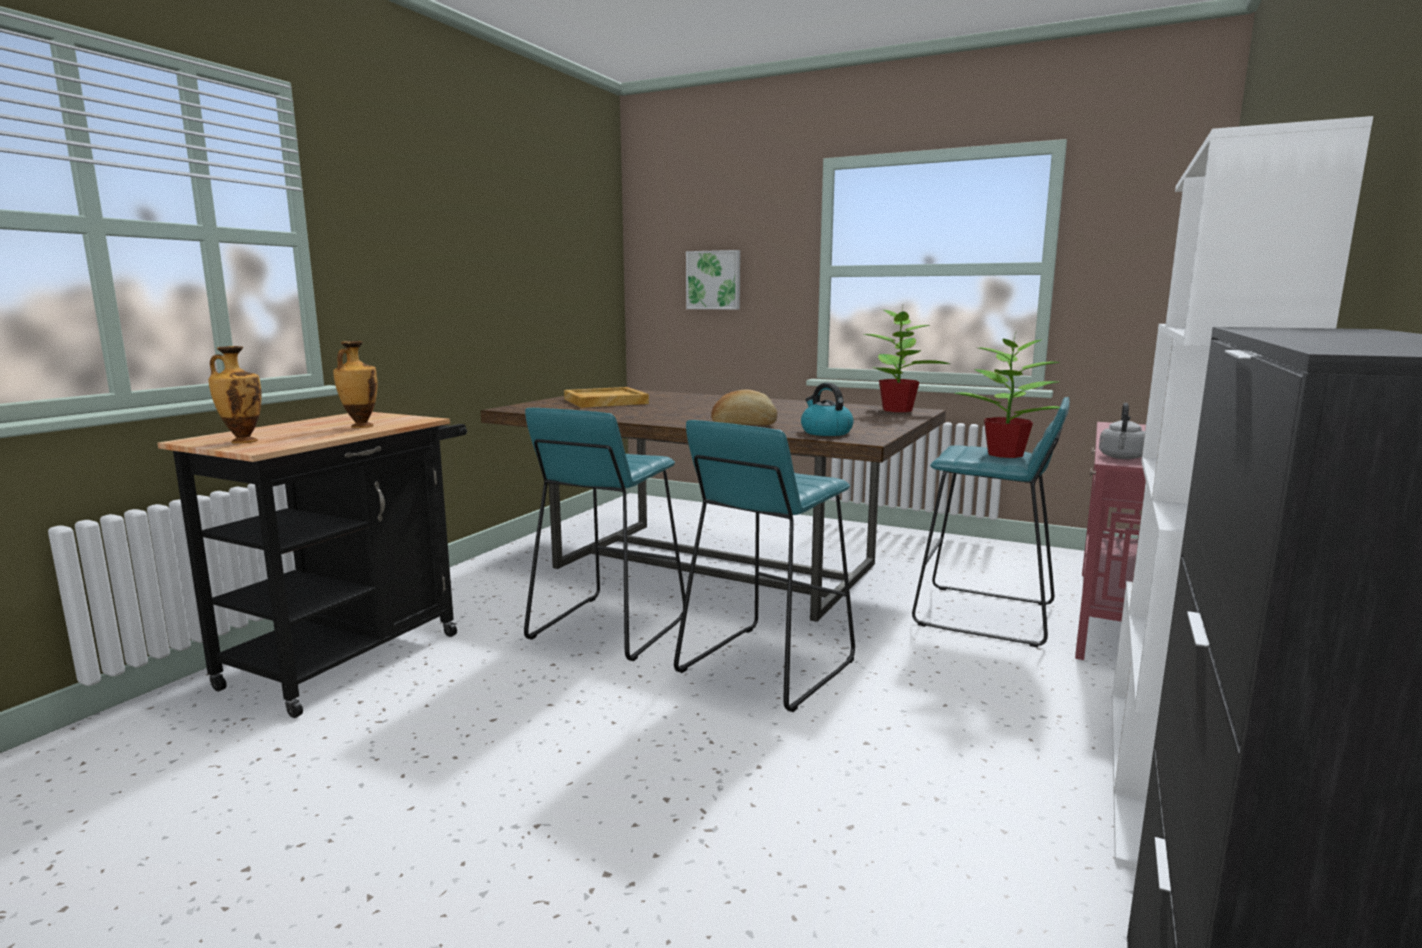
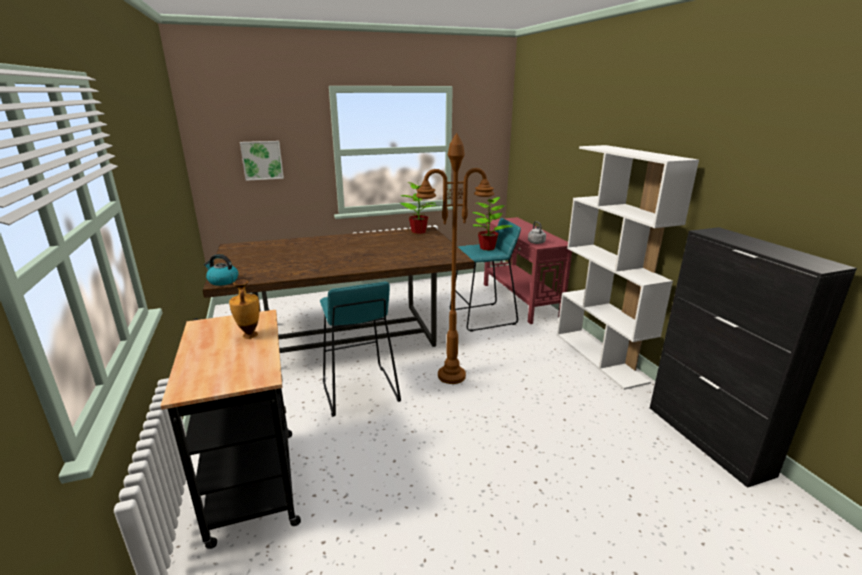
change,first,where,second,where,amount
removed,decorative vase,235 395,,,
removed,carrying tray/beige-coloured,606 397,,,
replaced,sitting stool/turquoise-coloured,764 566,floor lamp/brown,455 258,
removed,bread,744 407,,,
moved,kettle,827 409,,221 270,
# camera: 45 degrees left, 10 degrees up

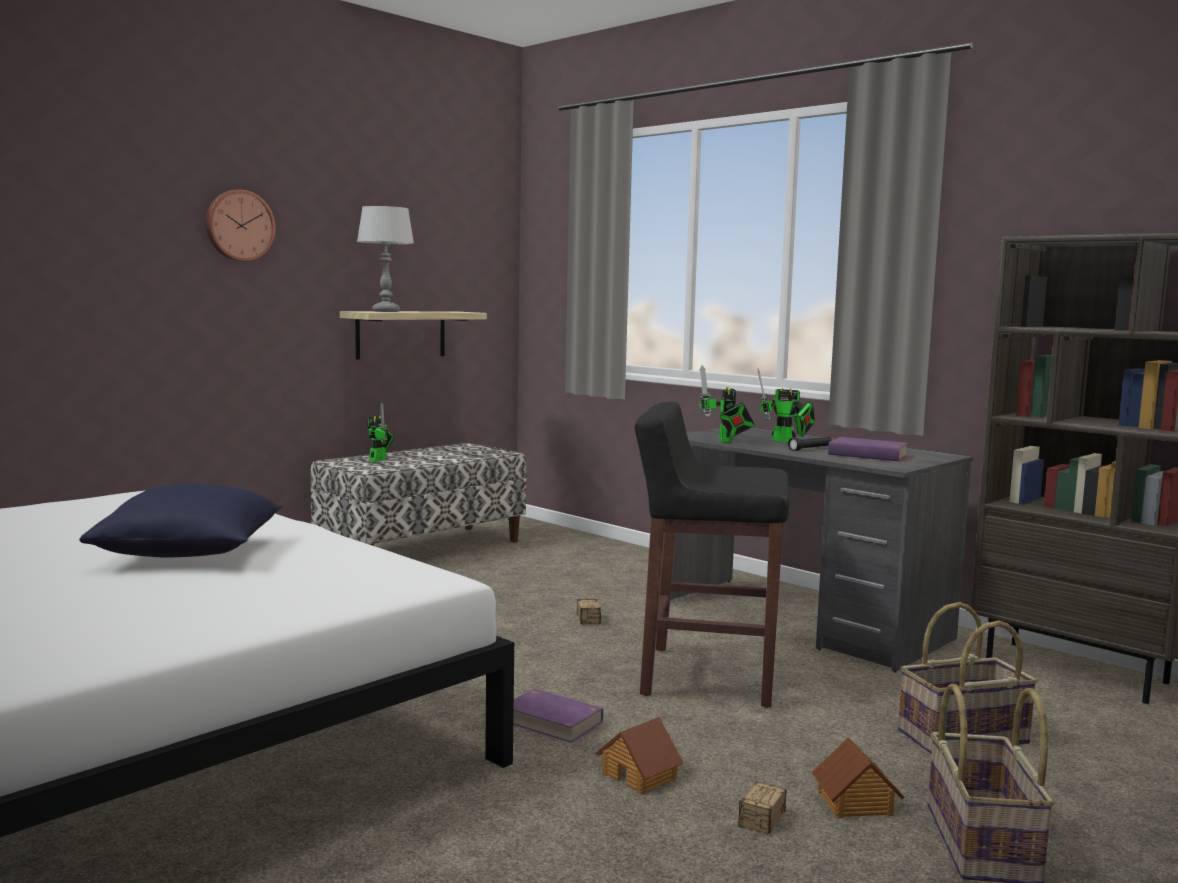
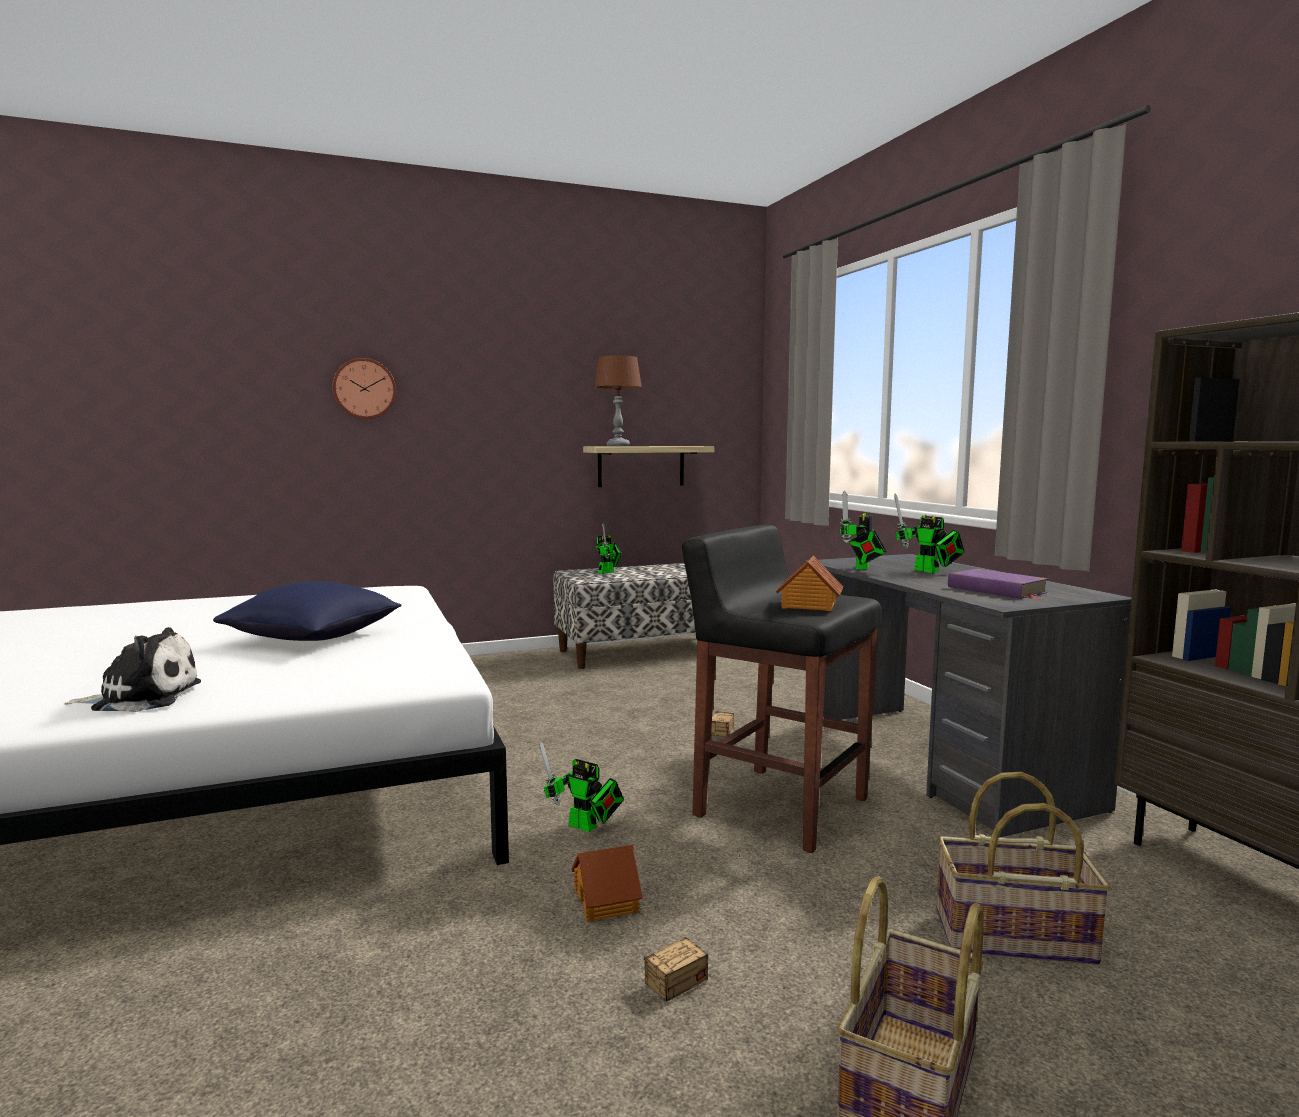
change,first,where,second,where,amount
moved,clock on the wall,241 225,,364 388,
recoloured,tabletop lamp/gray,385 259,tabletop lamp/brown,618 400,
replaced,volume/purplish,558 716,toy robot,582 787,
removed,torch/black,810 444,,,
moved,miniature house,858 777,,809 583,
added,,,plush toy,132 669,
# camera: 25 degrees right, 0 degrees up

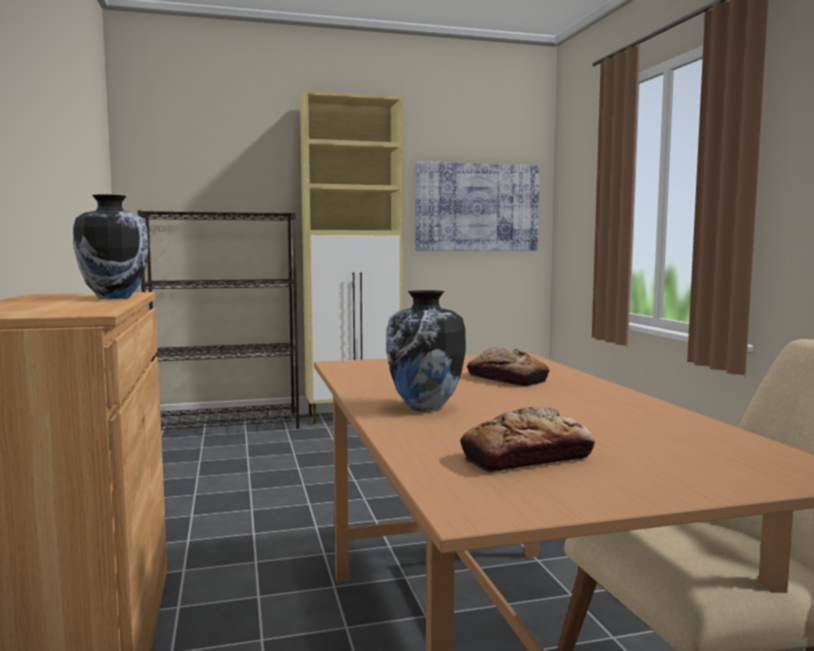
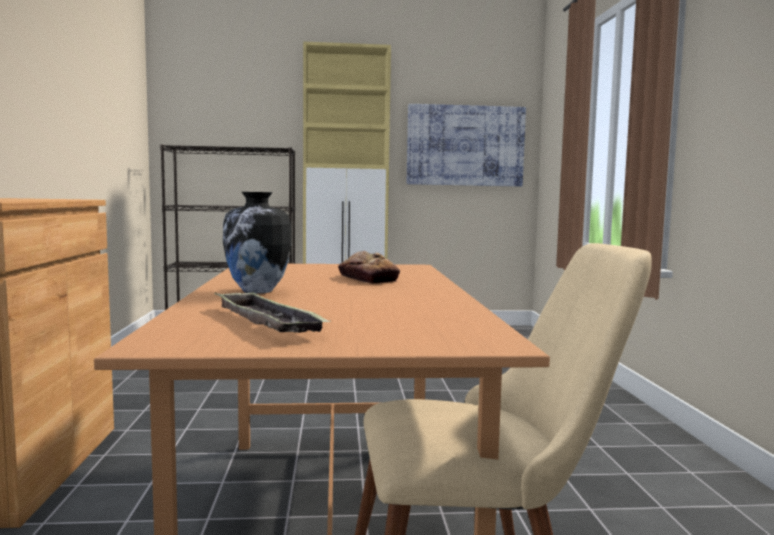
change,first,where,second,where,amount
removed,decorative vase,111 247,,,
replaced,bread,527 439,carrying tray,273 312,
# camera: 10 degrees right, 0 degrees up

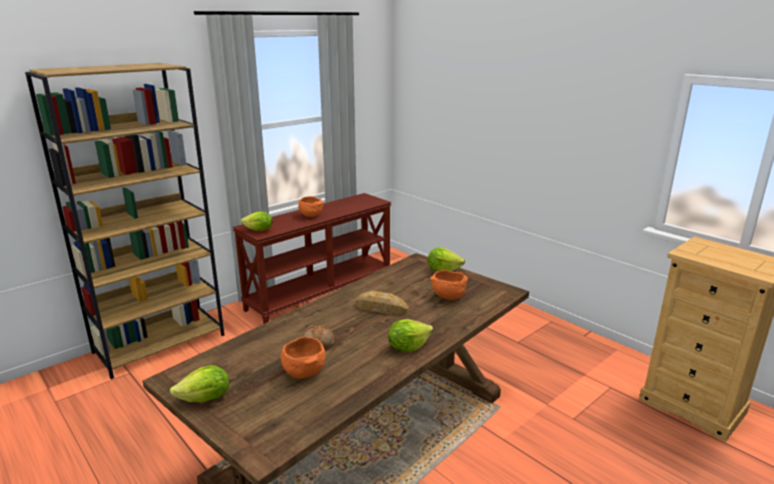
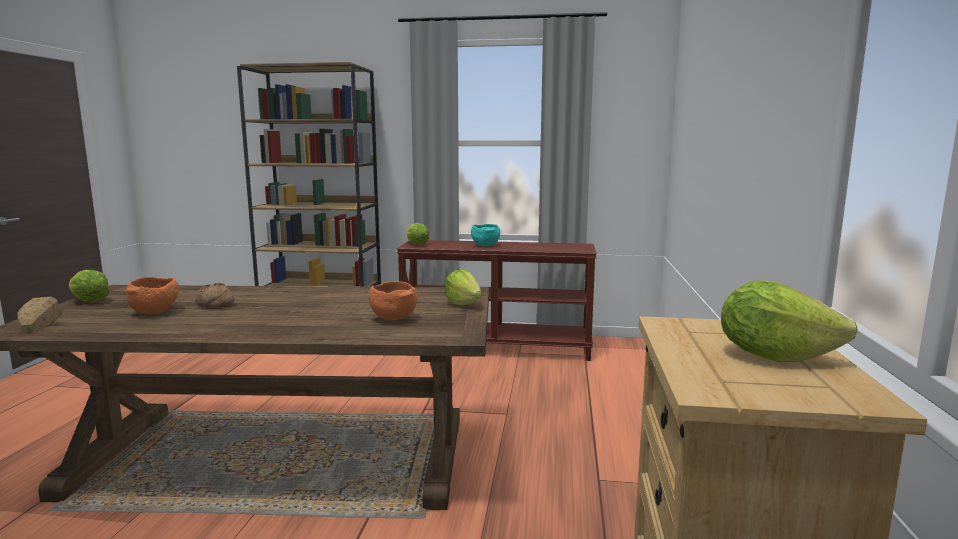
change,first,where,second,where,amount
recoloured,deep dish/orange,310 206,deep dish/turquoise-coloured,485 235,
moved,bread,382 303,,39 315,
moved,lettuce head,410 335,,789 321,
# camera: 50 degrees right, 10 degrees down

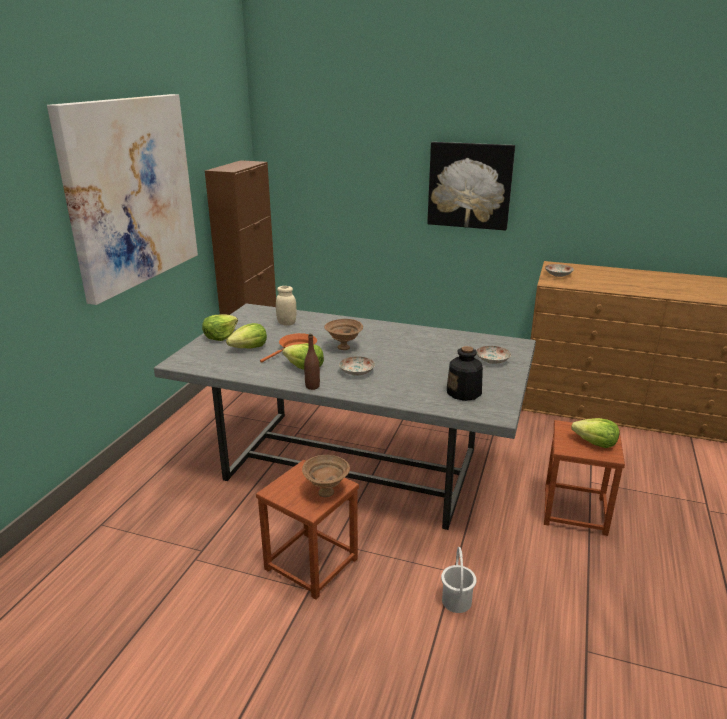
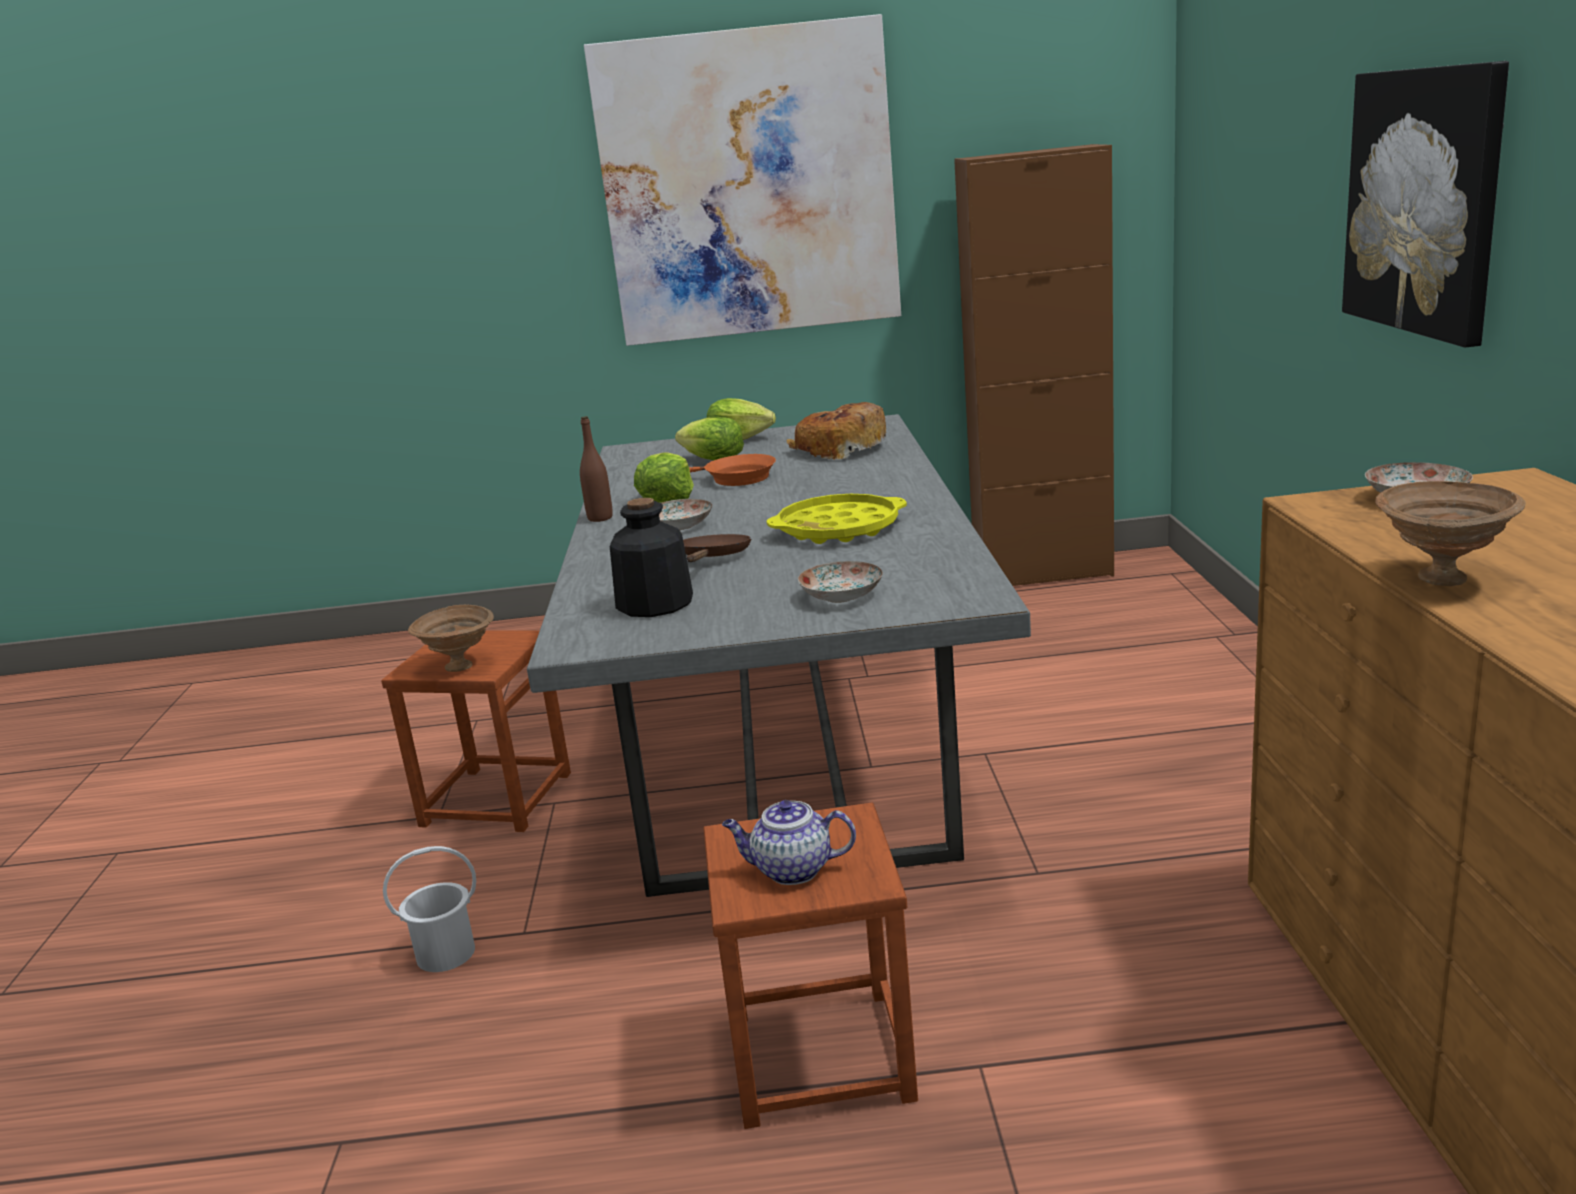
change,first,where,second,where,amount
replaced,storage jar/beige-coloured,286 306,bread,836 431,
moved,deep dish/brown,343 334,,1450 533,
replaced,lettuce head,595 433,tea pot,789 842,
added,,,pan/brown,717 548,
added,,,carrying tray/yellowish,836 519,
# camera: 70 degrees right, 5 degrees down

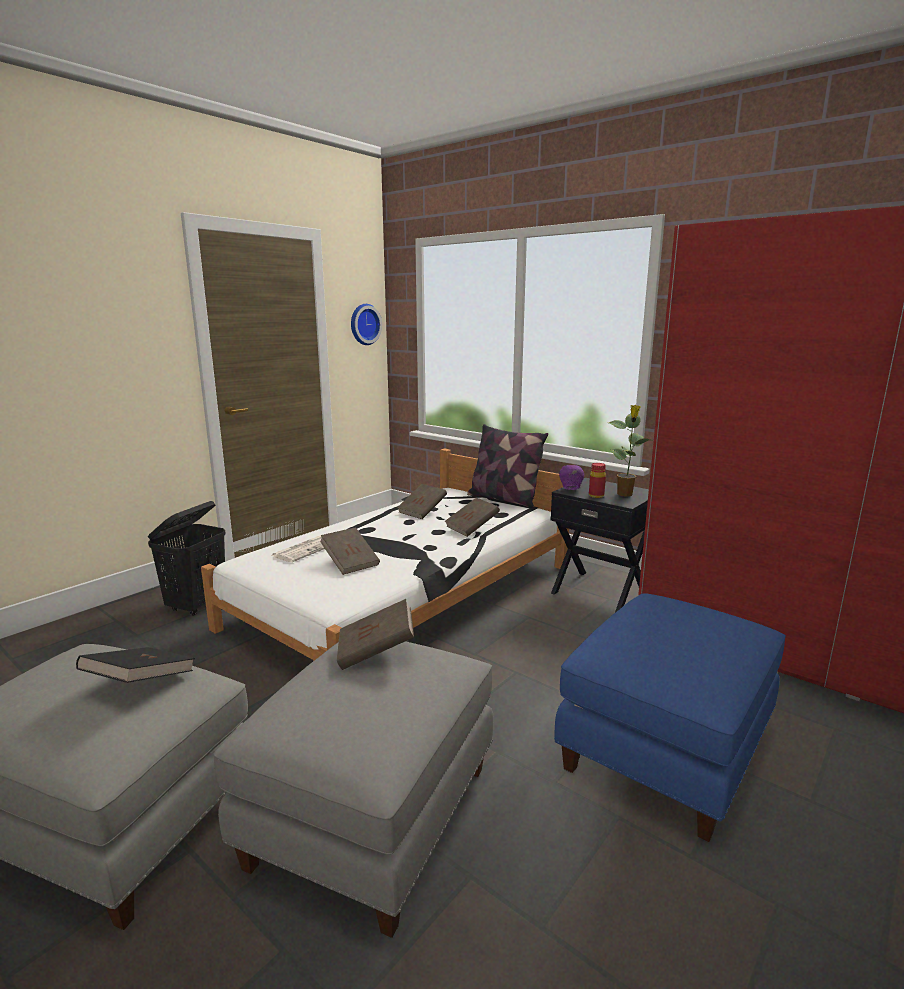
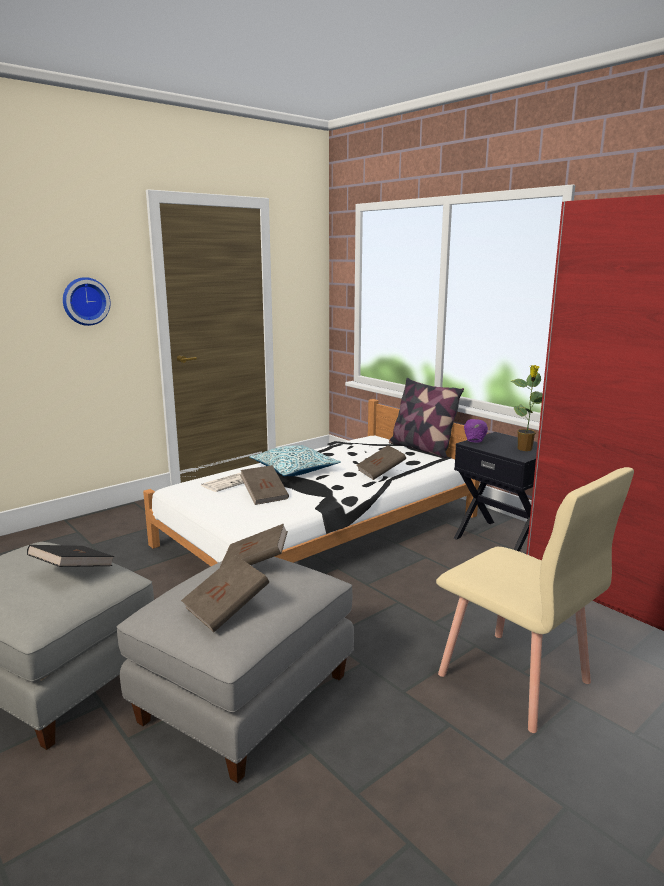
change,first,where,second,where,amount
removed,hamper/black,187 558,,,
moved,clock on the wall,366 324,,87 301,
moved,volume/brown,422 501,,225 593,
replaced,footrest/bluish,670 717,chair/beige-coloured,535 600,
removed,drink bottle/red,597 480,,,
added,,,cushion,295 460,
# camera: 10 degrees right, 0 degrees up

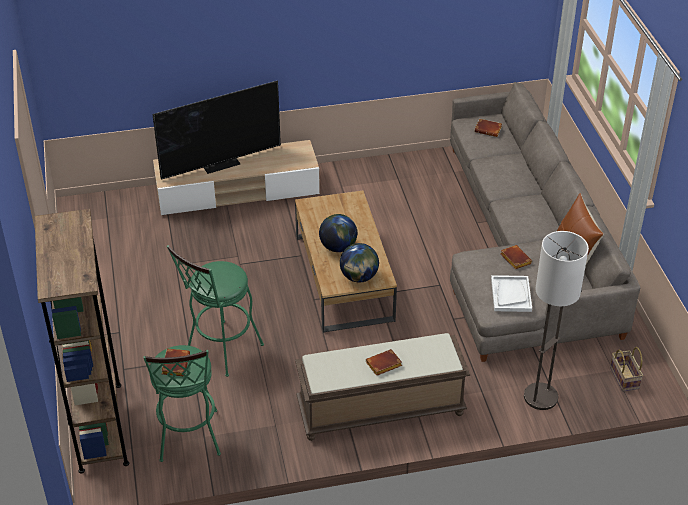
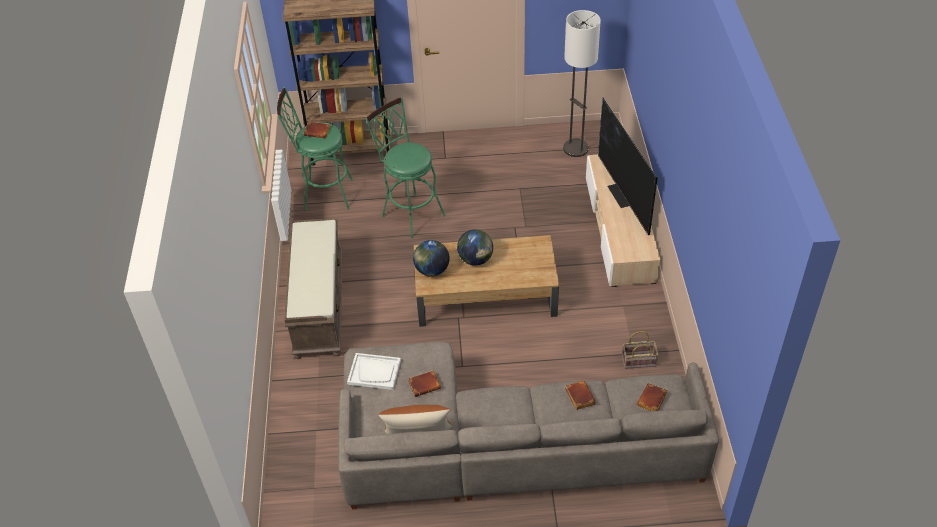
change,first,where,second,where,amount
moved,volume/brown,384 362,,580 395,
moved,floor lamp,556 320,,582 83,
moved,household basket,626 369,,640 350,
# camera: 100 degrees right, 5 degrees up

